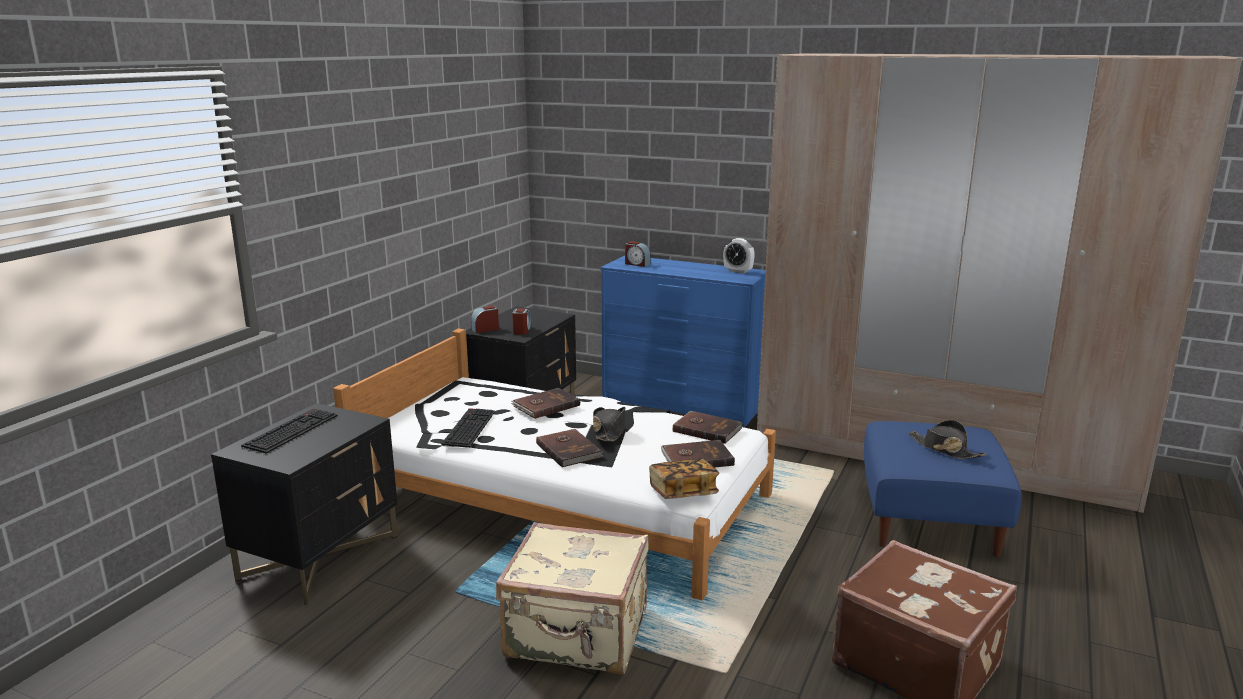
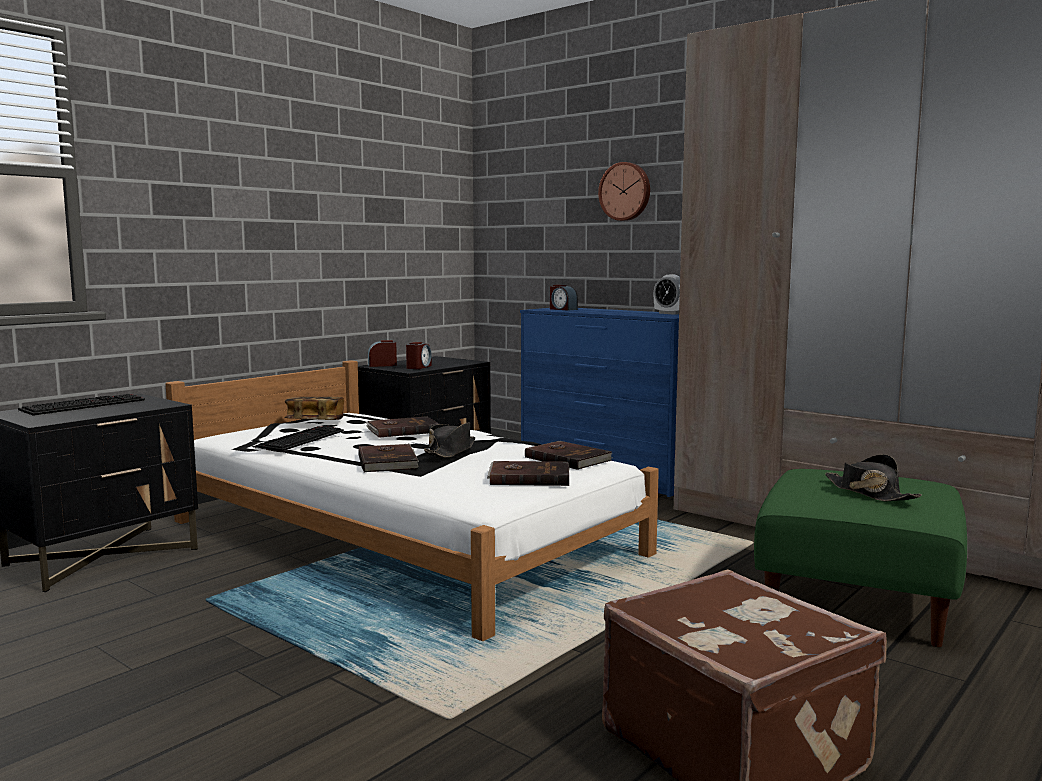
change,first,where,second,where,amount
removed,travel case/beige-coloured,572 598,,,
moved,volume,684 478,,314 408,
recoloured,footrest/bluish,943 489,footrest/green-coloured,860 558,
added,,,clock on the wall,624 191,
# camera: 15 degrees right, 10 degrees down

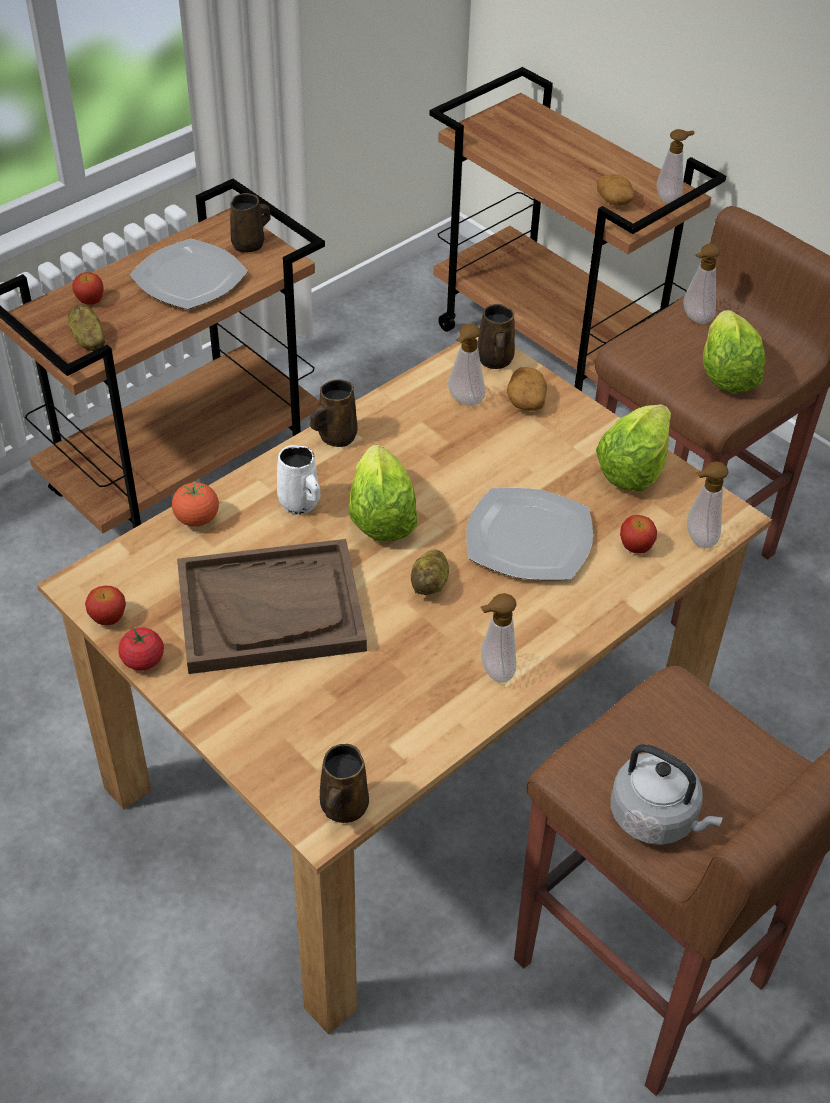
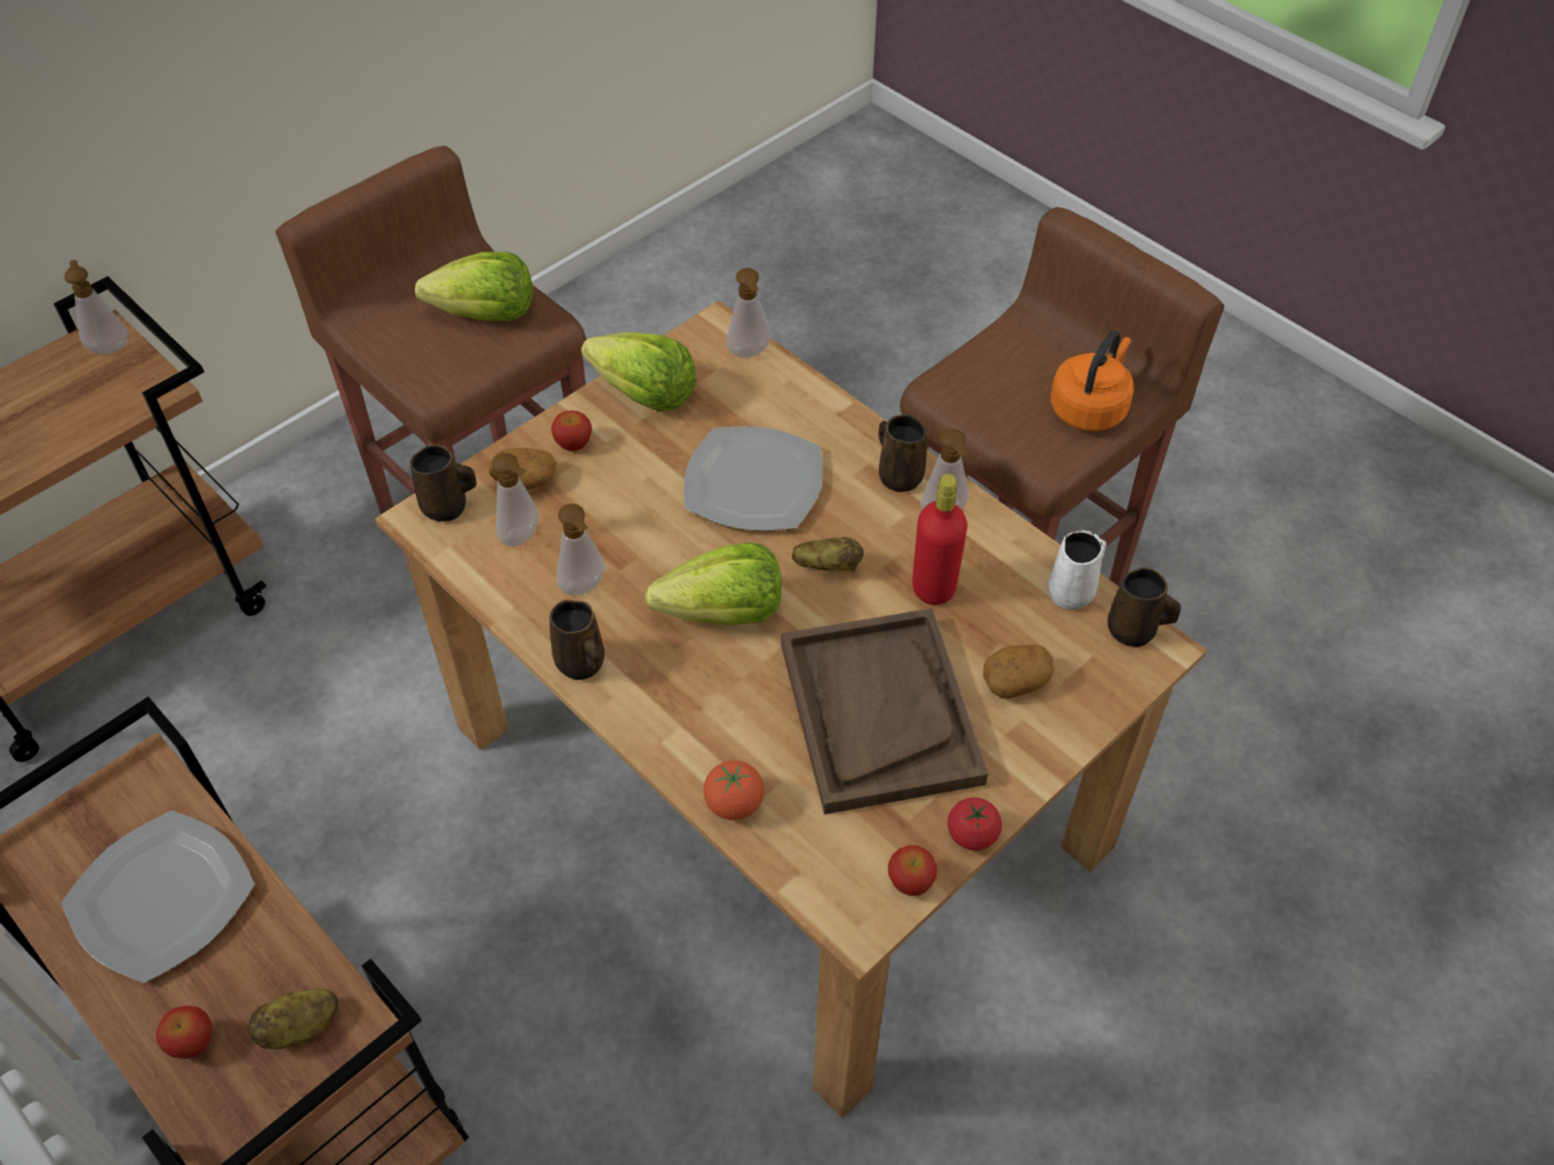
change,first,where,second,where,amount
moved,coffee mug/brown,250 223,,902 453,
moved,coffee mug/white-coloured,298 480,,1077 569,
moved,potato,615 190,,1018 671,
recoloured,kettle/gray,667 794,kettle/orange,1092 381,
moved,whole apple,638 534,,571 430,
moved,liquid soap bottle,701 283,,581 550,
added,,,drink bottle/red,939 539,
# camera: 90 degrees left, 5 degrees up

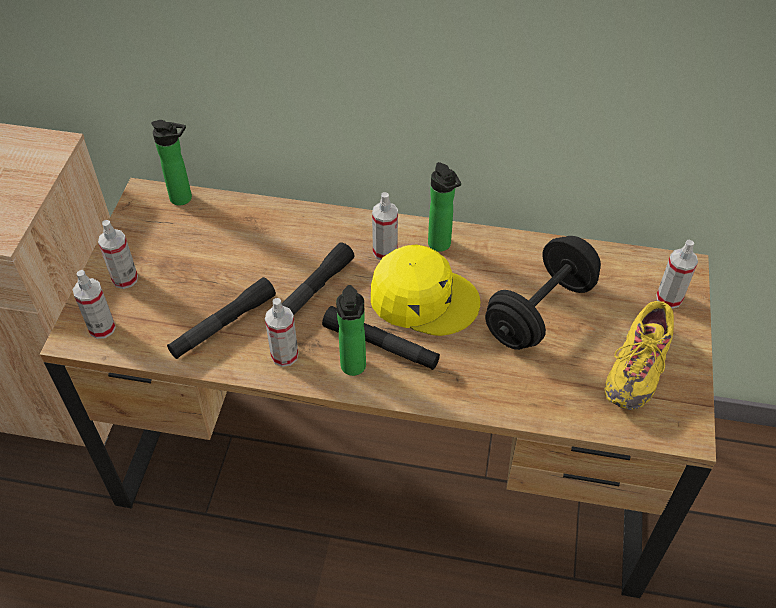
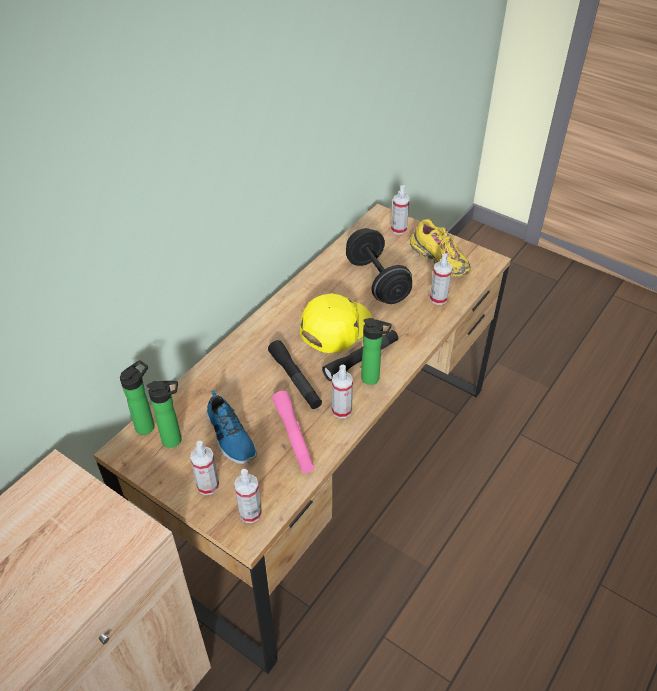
change,first,where,second,where,amount
recoloured,torch/black,221 318,torch/pinkish,293 432,
moved,sprayer,385 226,,441 279,
moved,drink bottle,444 207,,164 414,
added,,,shoe,231 427,
# camera: 65 degrees left, 5 degrees down

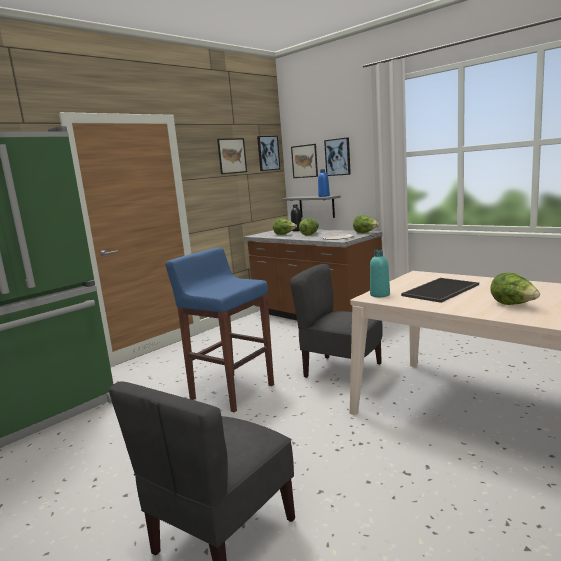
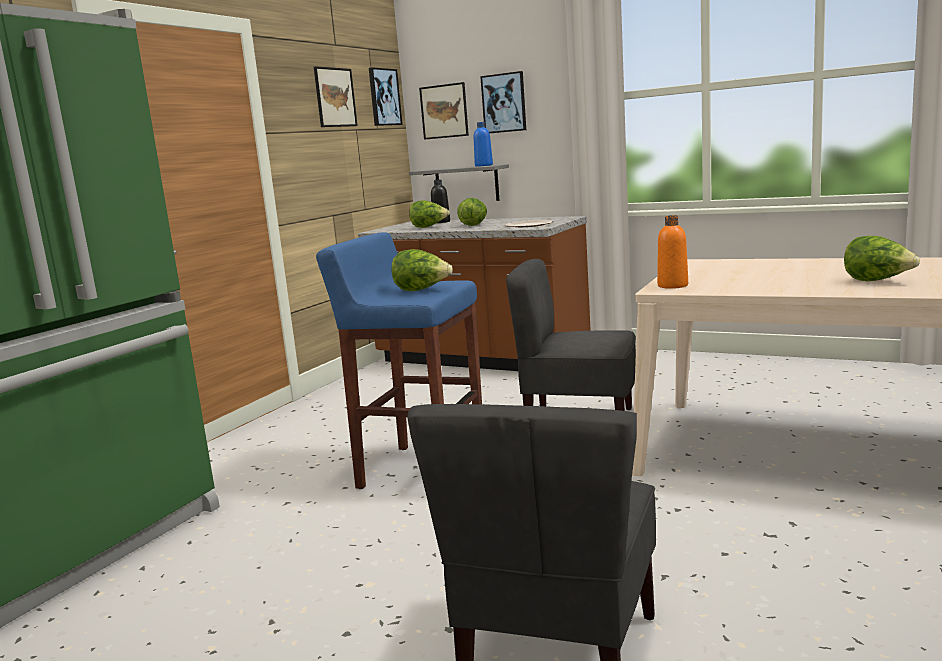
change,first,where,second,where,amount
moved,lettuce head,366 224,,422 270,
recoloured,drink bottle/turquoise-coloured,380 273,drink bottle/orange,672 252,
removed,carrying tray,440 290,,,
# camera: 15 degrees left, 0 degrees up

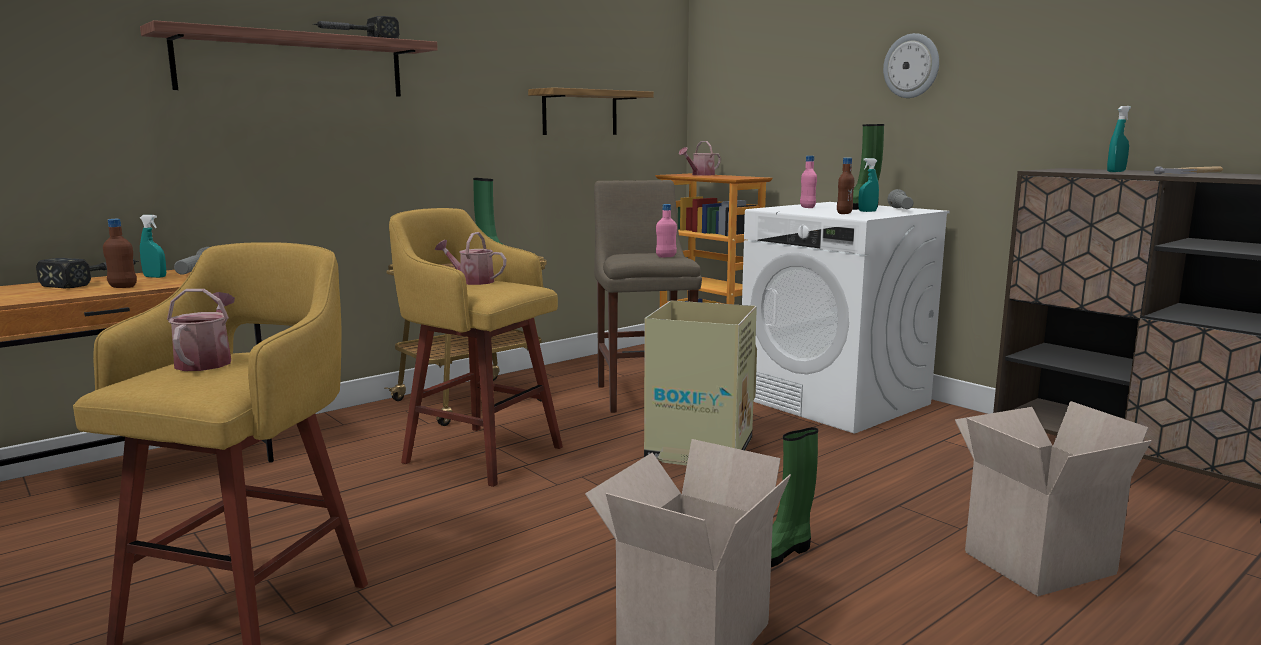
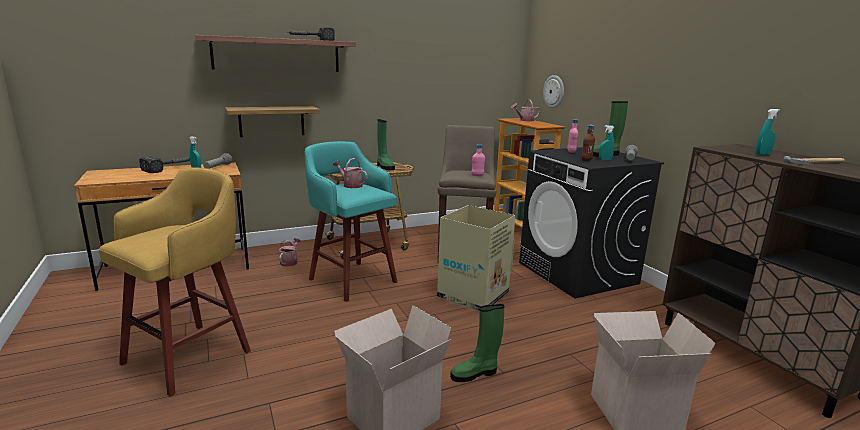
change,first,where,second,where,amount
removed,drink bottle/brown,120 253,,,
moved,watering can,201 330,,290 252,
recoloured,sitting stool/yellowish,476 347,sitting stool/turquoise-coloured,351 221,
moved,bracket shelf,591 111,,272 121,
recoloured,laundry machine/white-coloured,846 318,laundry machine/black,591 223,
moved,clock on the wall,911 65,,553 91,
# camera: 15 degrees right, 5 degrees up

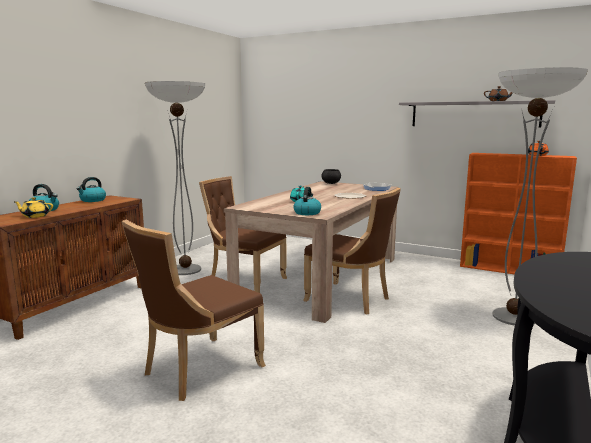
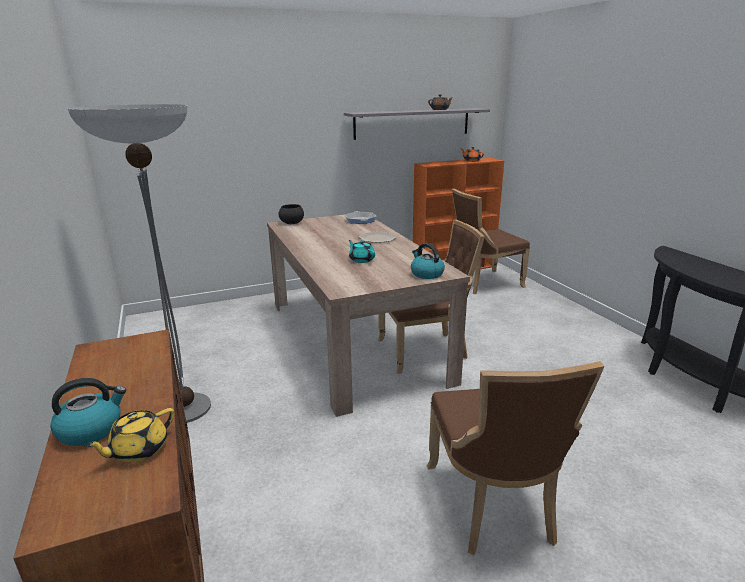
change,first,where,second,where,amount
removed,kettle,91 189,,,
moved,chair/brown,243 234,,491 241,
removed,floor lamp,540 196,,,
# camera: 50 degrees left, 10 degrees up

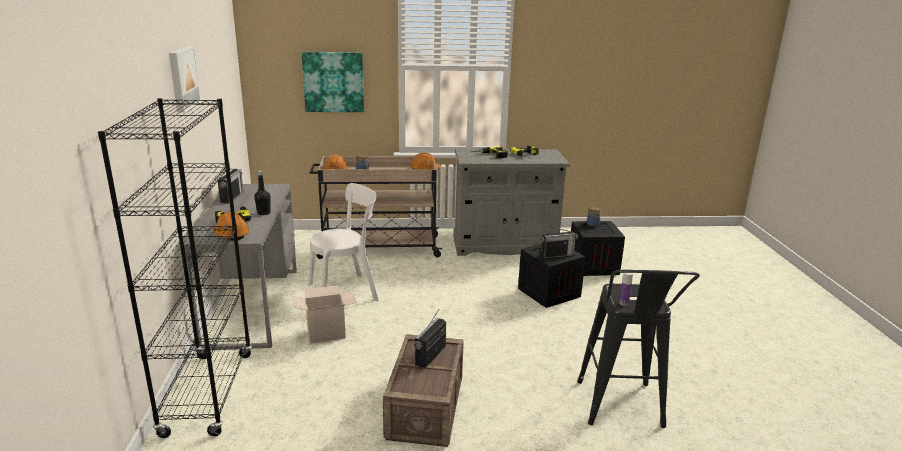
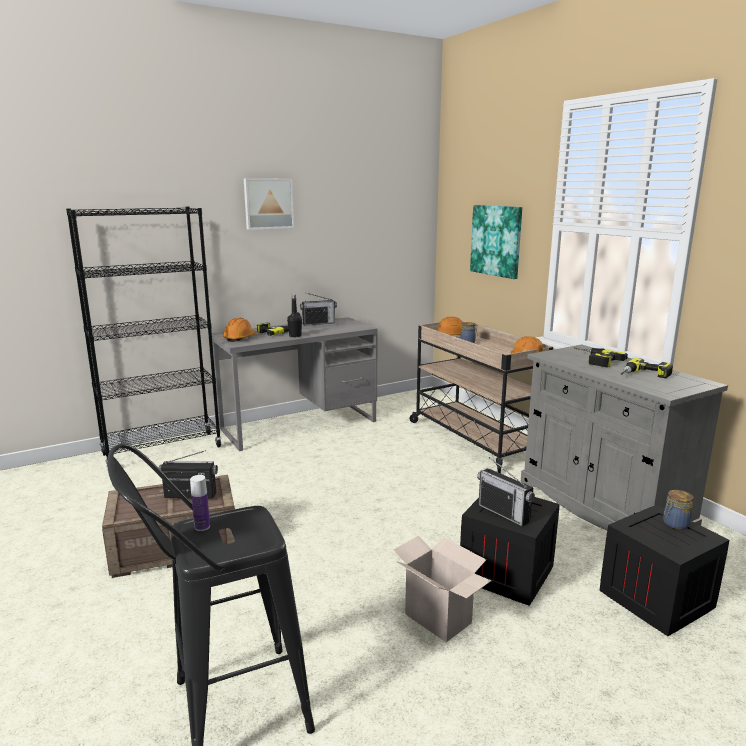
change,first,where,second,where,amount
moved,carton,325 314,,442 589,
removed,chair/white-coloured,343 242,,,
# camera: 65 degrees right, 5 degrees down

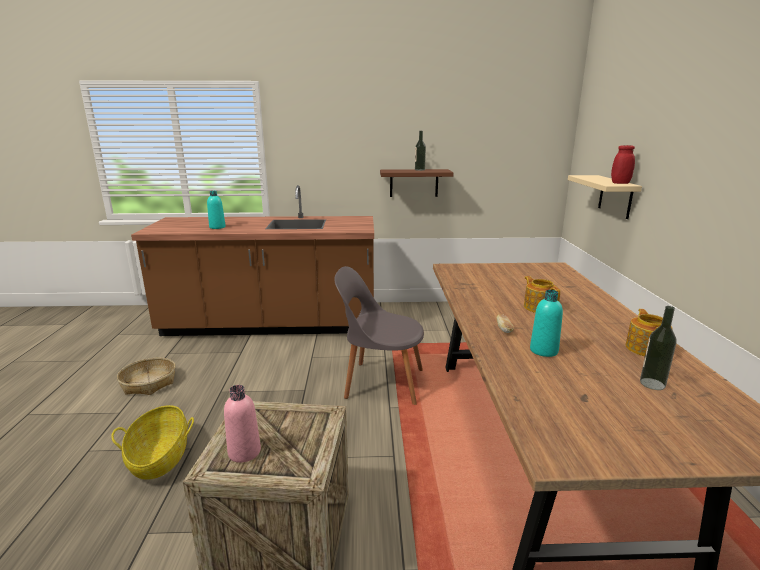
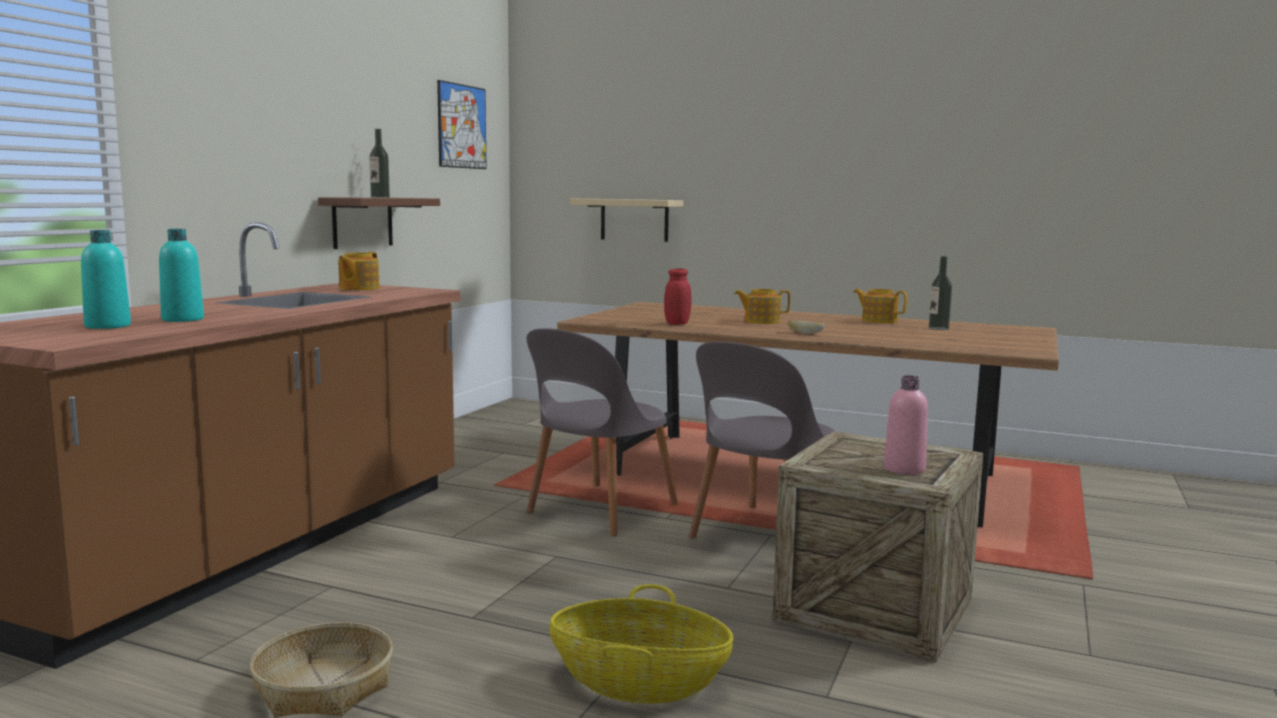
change,first,where,second,where,amount
moved,drink bottle/turquoise-coloured,546 323,,106 279,
moved,storage jar/red,623 164,,678 297,
added,,,tea pot,359 271,
added,,,wall art,461 124,
added,,,chair/gray,762 439,
# camera: 65 degrees left, 10 degrees down

